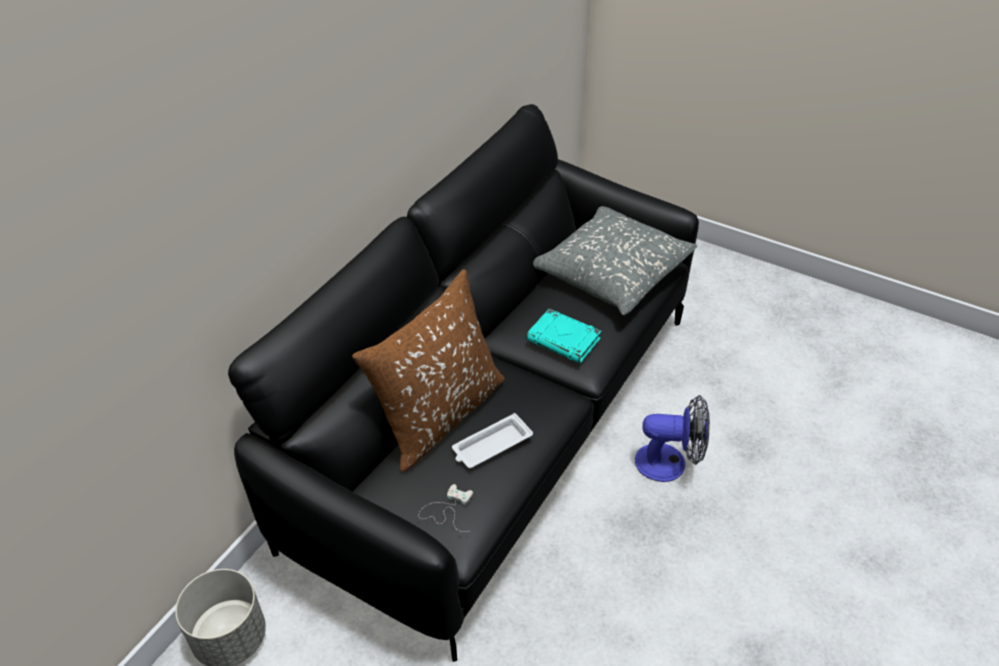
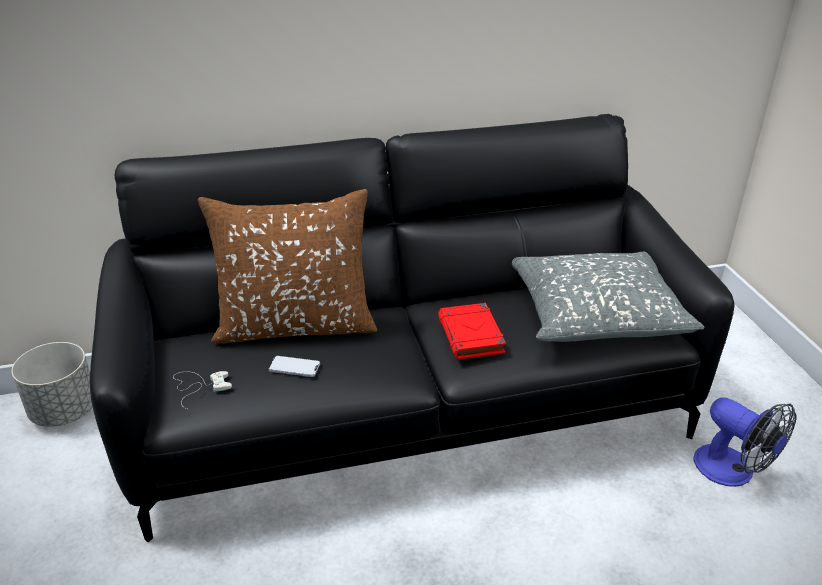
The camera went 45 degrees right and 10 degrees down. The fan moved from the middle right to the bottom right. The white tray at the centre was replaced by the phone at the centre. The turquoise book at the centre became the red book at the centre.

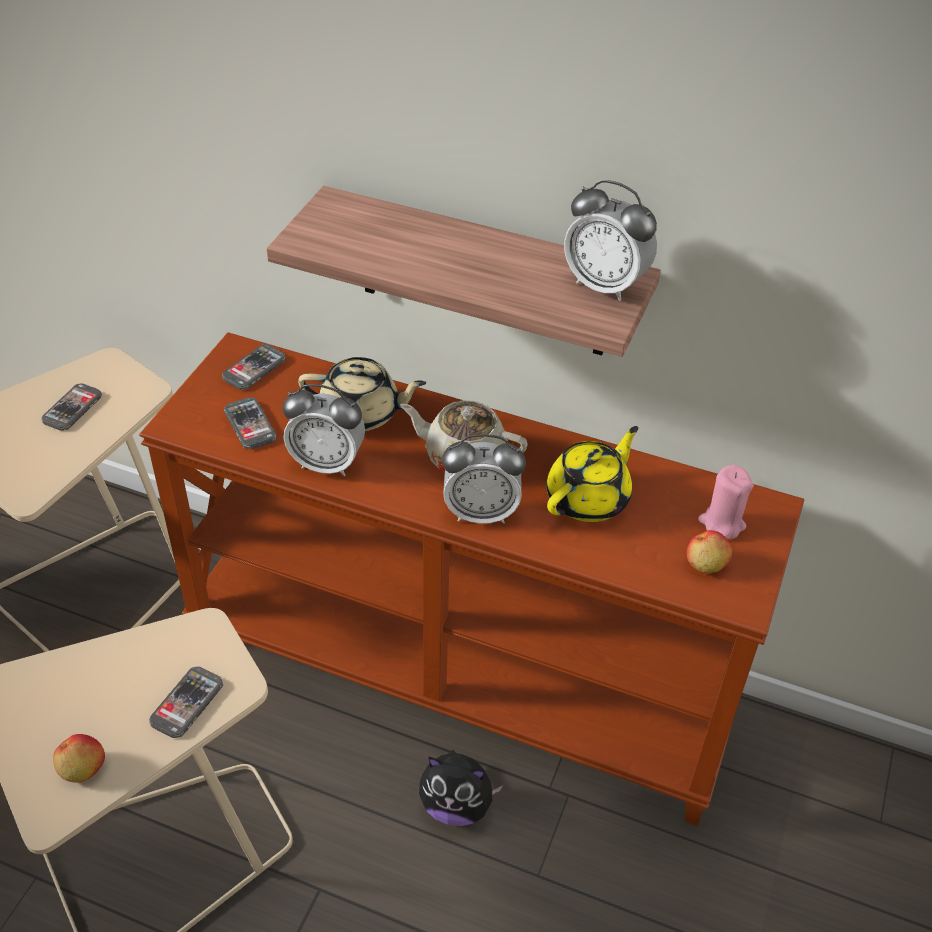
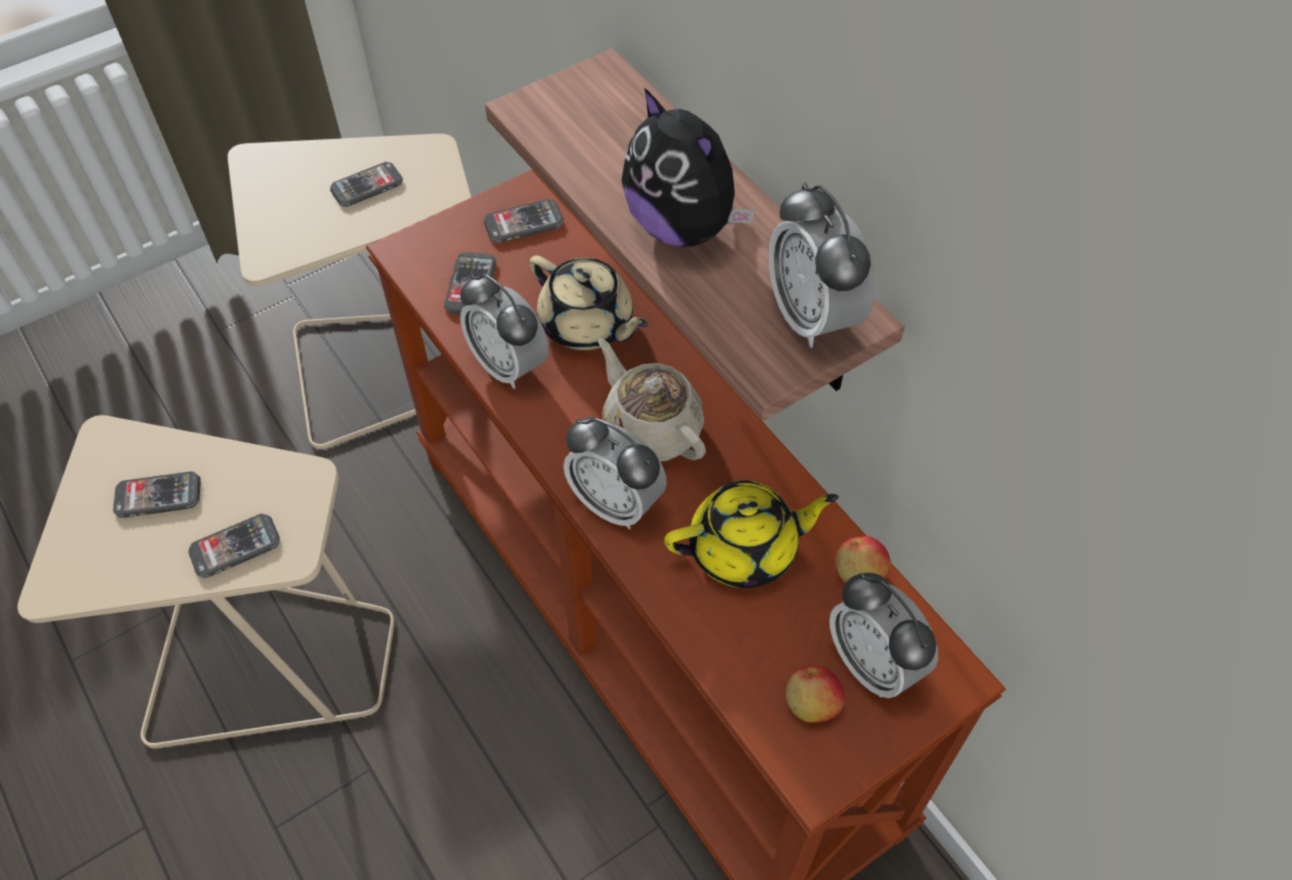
The camera went 35 degrees right and 10 degrees up. The phone (1st from left) at the middle left appeared. The apple (1st from left in the first image) moved from the bottom left to the middle right. The plush toy moved from the bottom centre to the top centre. The pink candle at the middle right was replaced by the alarm clock (4th from left) at the bottom right.

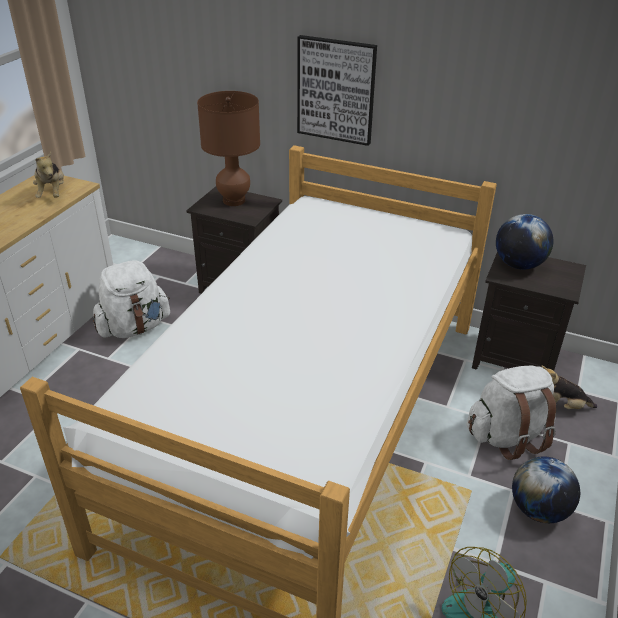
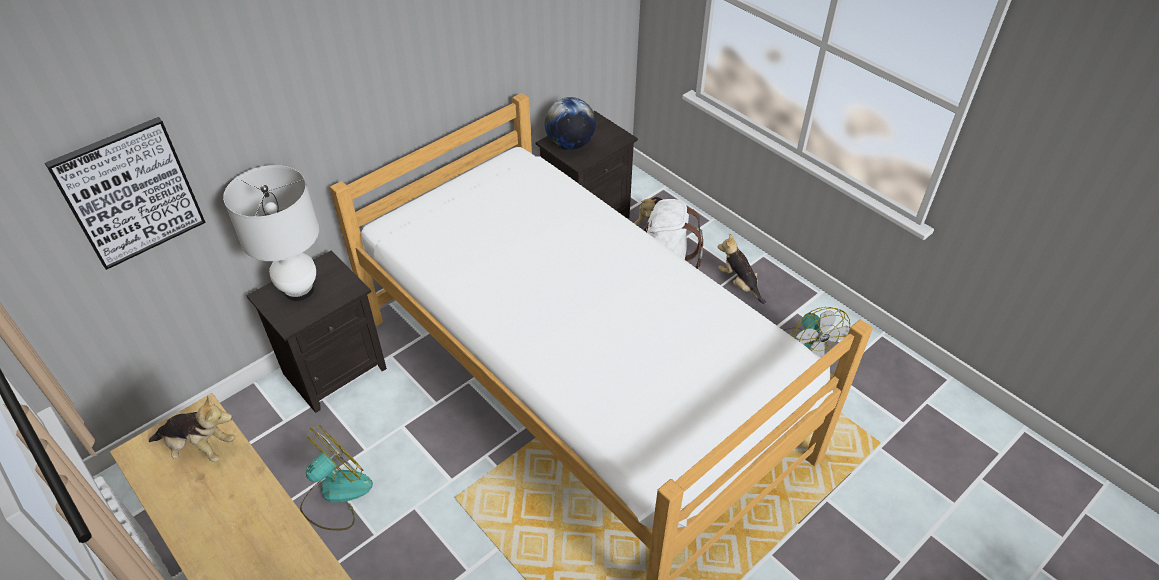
The camera went 65 degrees left and 10 degrees up. The picture moved from the top centre to the top left. The white backpack (1st from left) at the middle left was replaced by the fan (1st from left) at the bottom left. The globe (2nd from left) at the bottom right was replaced by the plush toy (3rd from left) at the centre. The brown table lamp at the top centre became the white table lamp at the middle left.

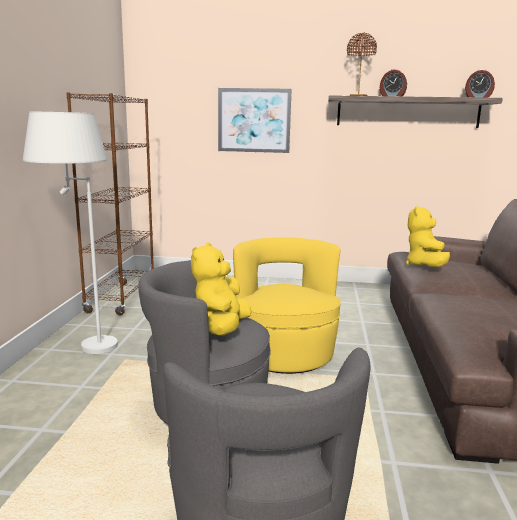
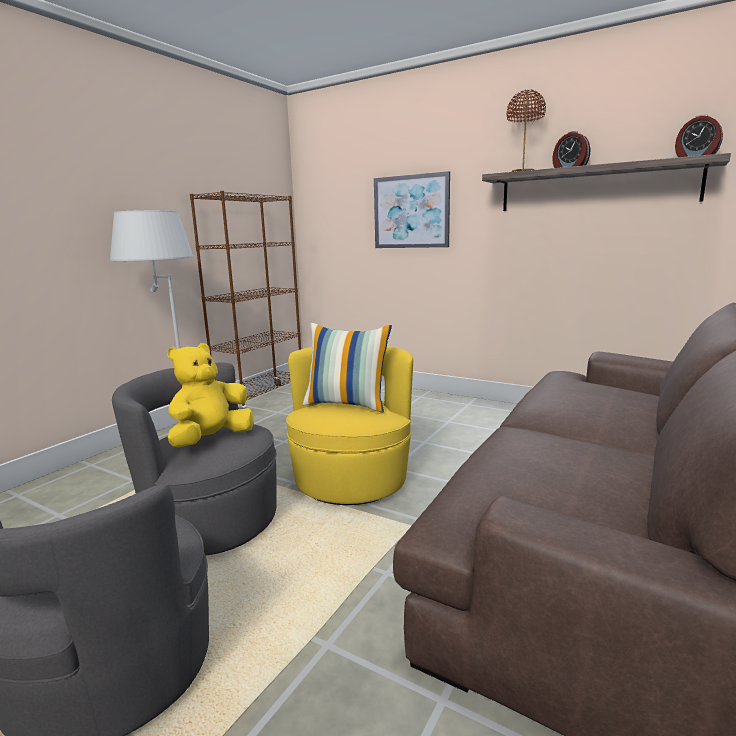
The camera went 25 degrees right and 0 degrees up. The yellow plush toy (2nd from left) at the middle right disappeared. The pillow at the centre appeared.

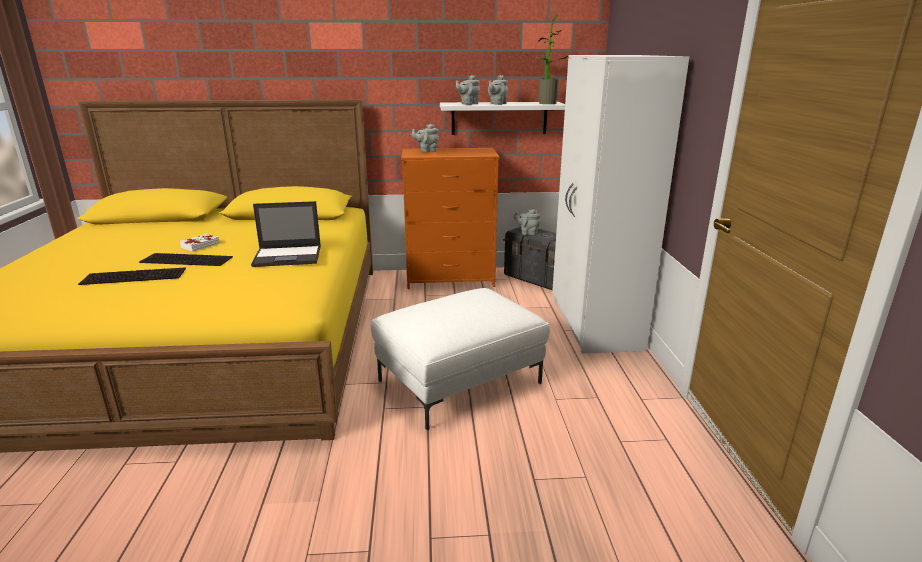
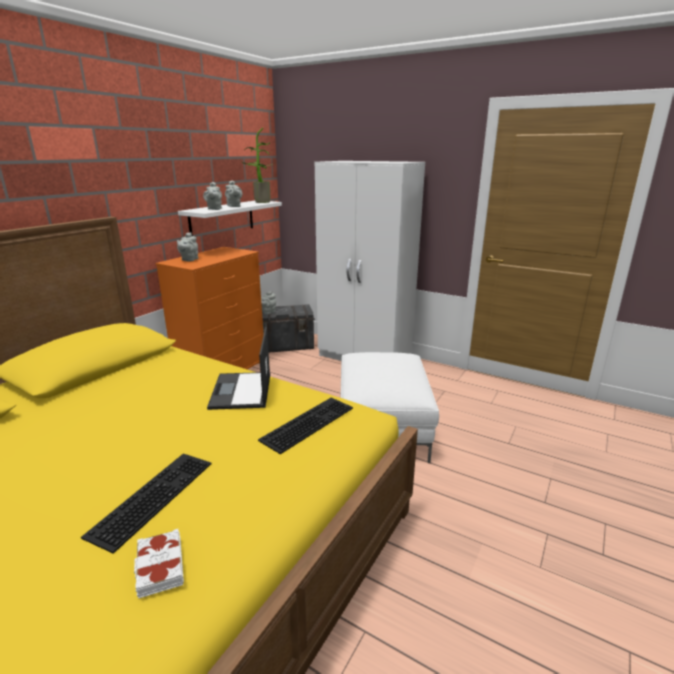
The camera went 55 degrees left and 0 degrees up. The keyboard (2nd from left) moved from the middle left to the centre. The white book moved from the middle left to the bottom left. The laptop at the middle left turned 150 degrees clockwise.

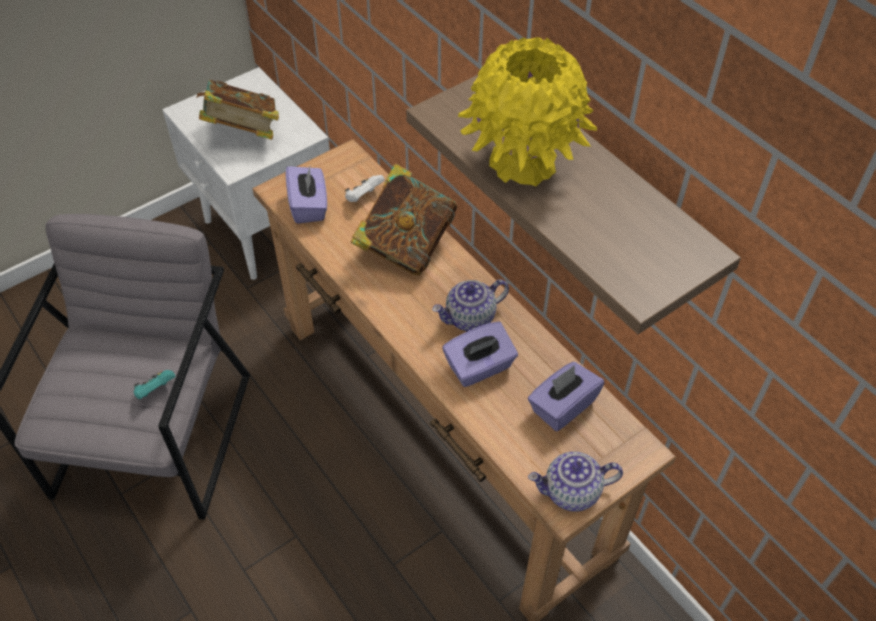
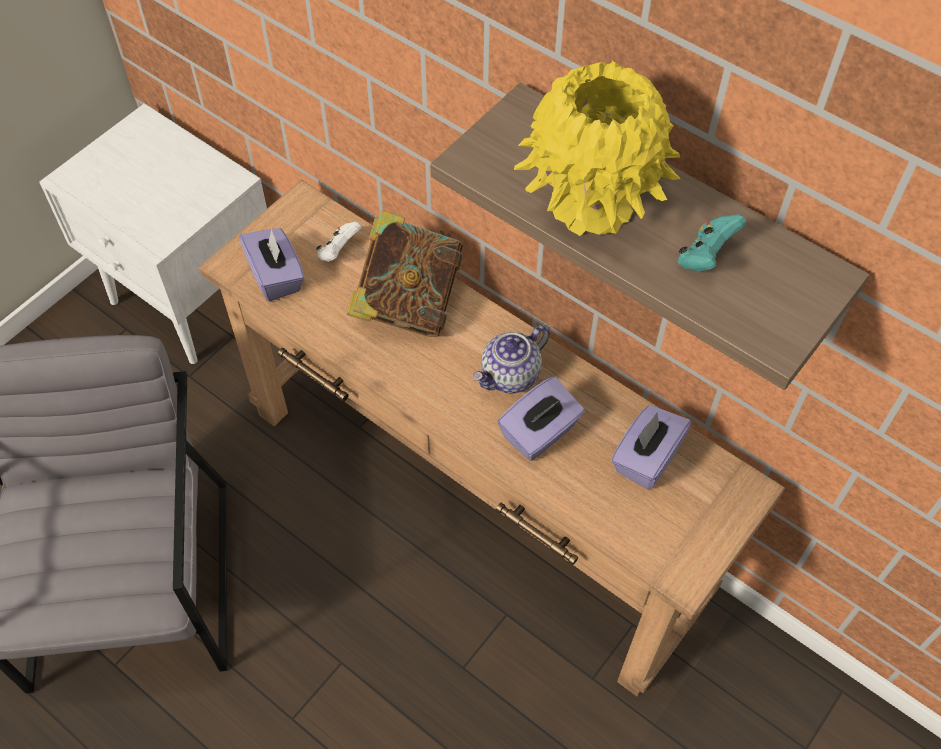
The camera went 15 degrees left and 5 degrees up. The book (1st from left) at the top left disappeared. The teapot (2nd from left) at the bottom centre disappeared. The turquoise game controller moved from the middle left to the top right.

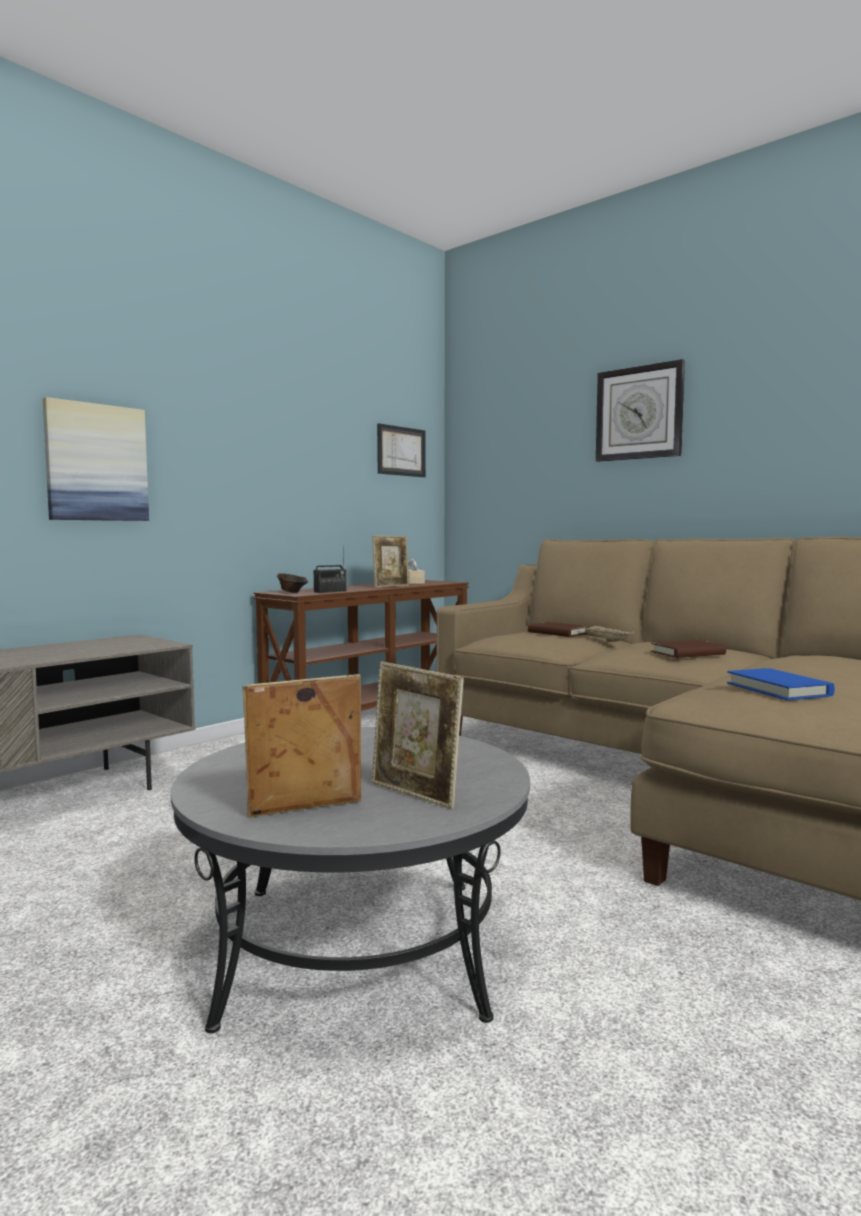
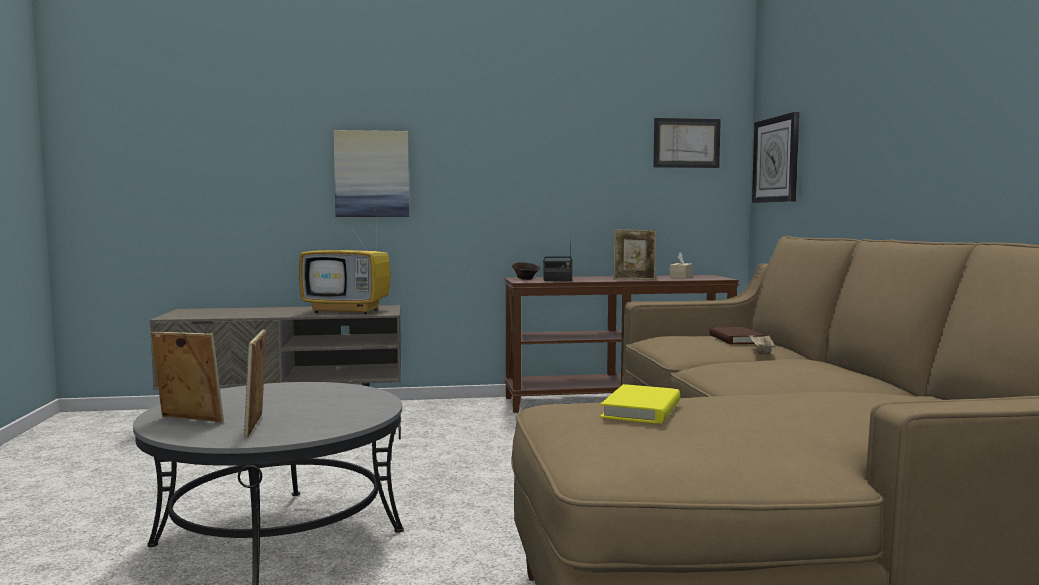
The camera went 40 degrees right and 0 degrees up. The brown book (2nd from left) at the middle right disappeared. The television at the middle left appeared. The wall clock moved from the middle right to the top right. The blue book at the middle right became the yellow book at the bottom centre.

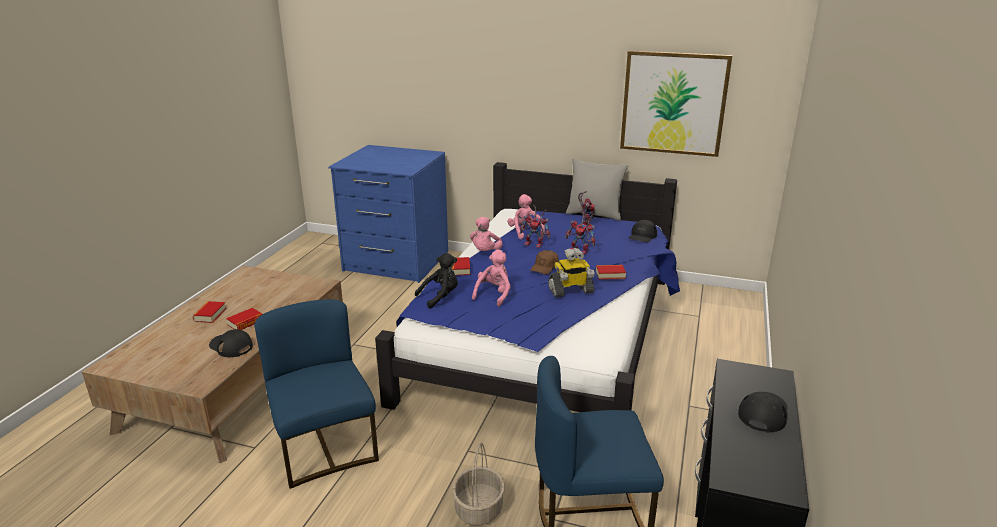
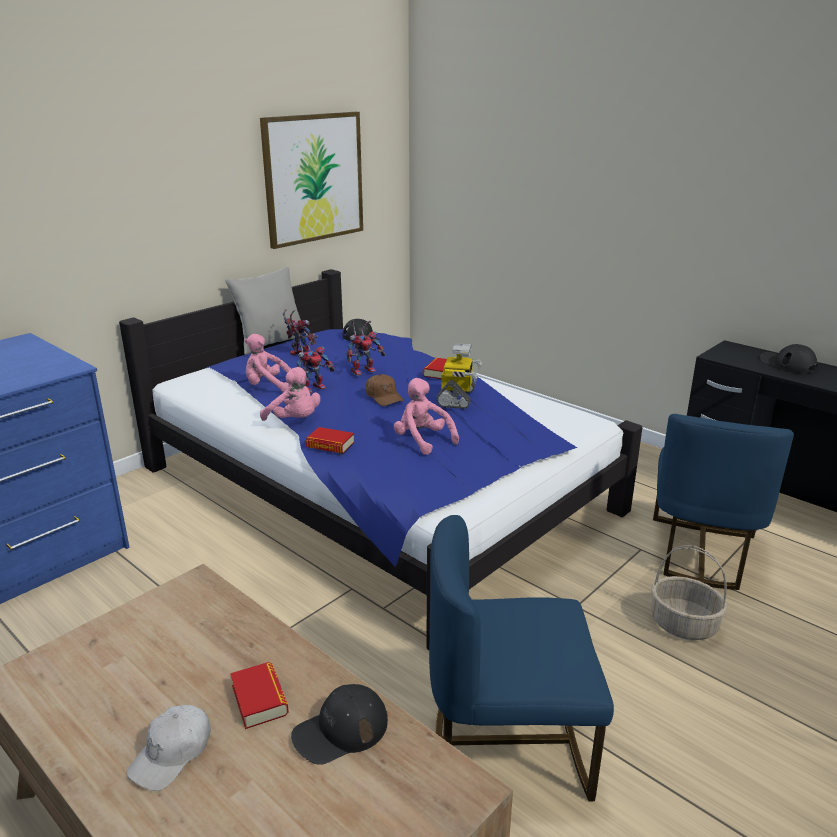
The camera went 65 degrees left and 0 degrees up. The black plush toy at the centre disappeared. The book (1st from left) at the middle left was replaced by the white cap at the bottom left.

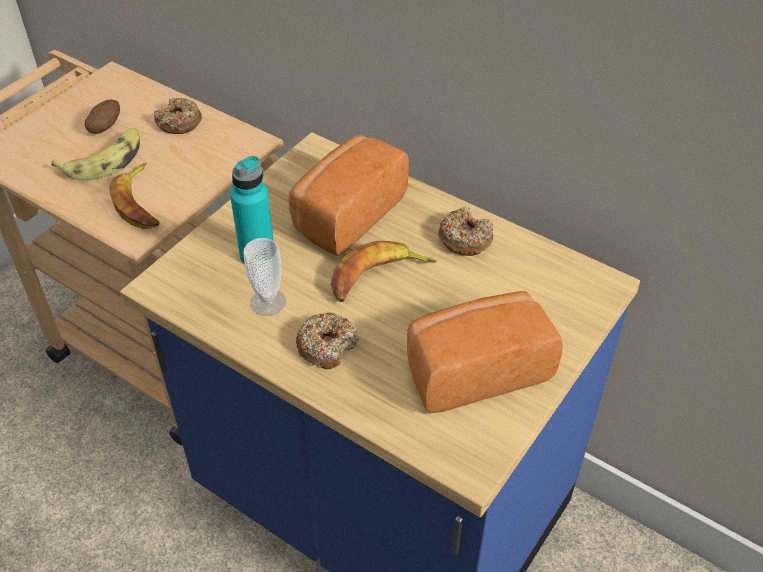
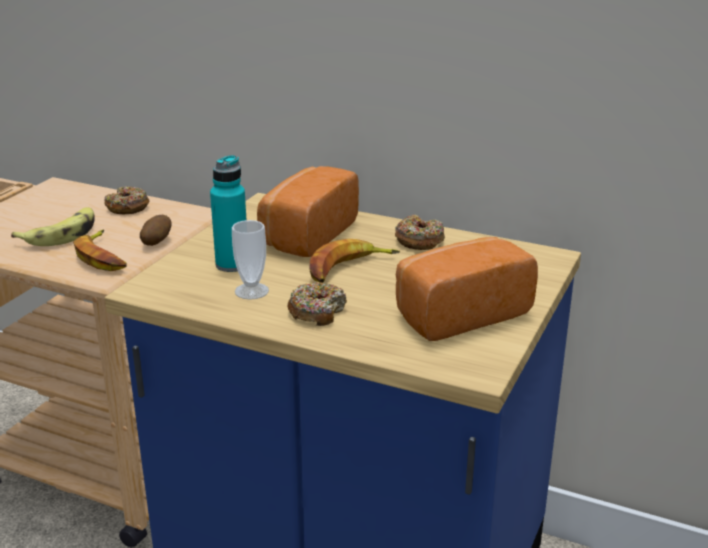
The camera went 10 degrees left and 20 degrees down. The potato moved from the top left to the middle left.

